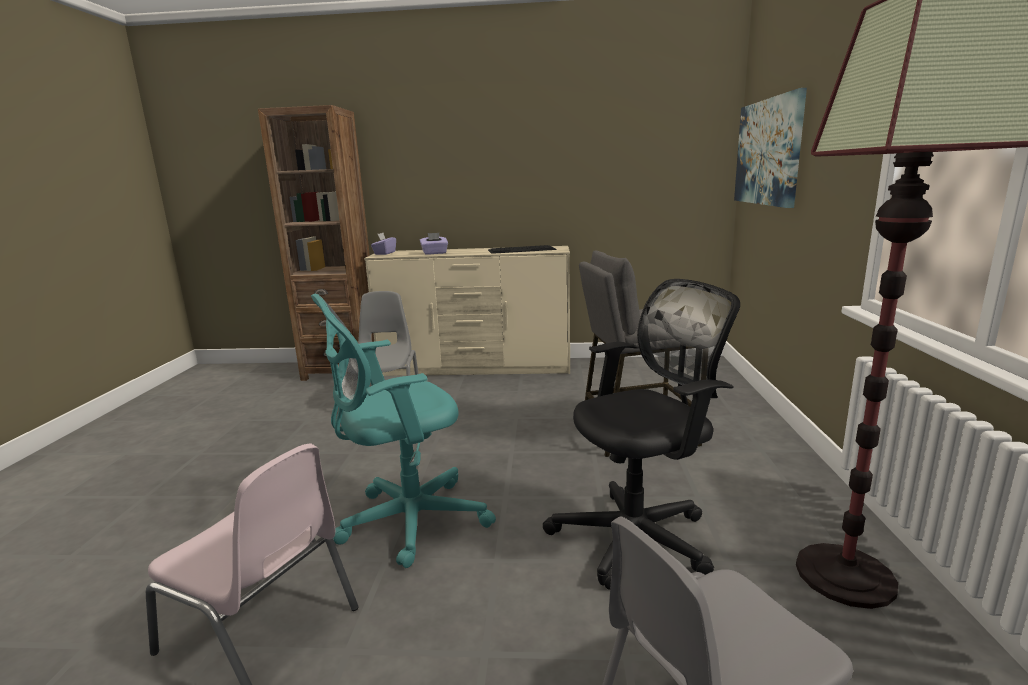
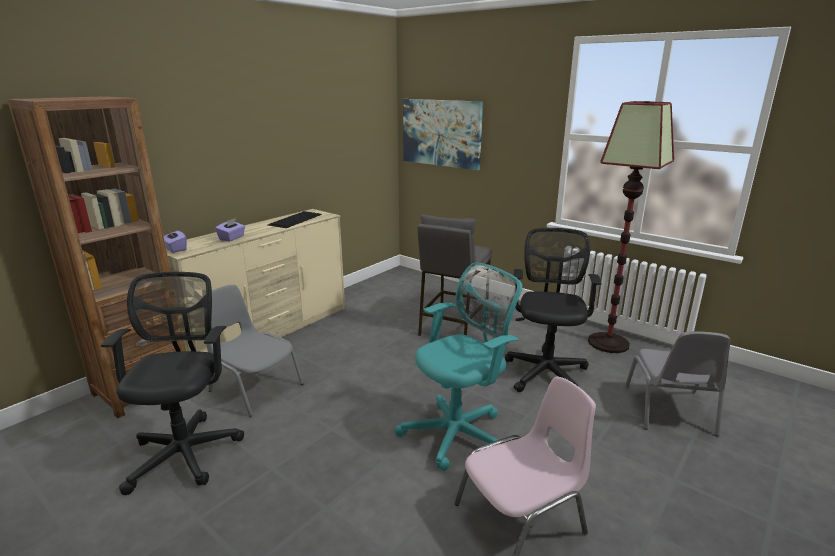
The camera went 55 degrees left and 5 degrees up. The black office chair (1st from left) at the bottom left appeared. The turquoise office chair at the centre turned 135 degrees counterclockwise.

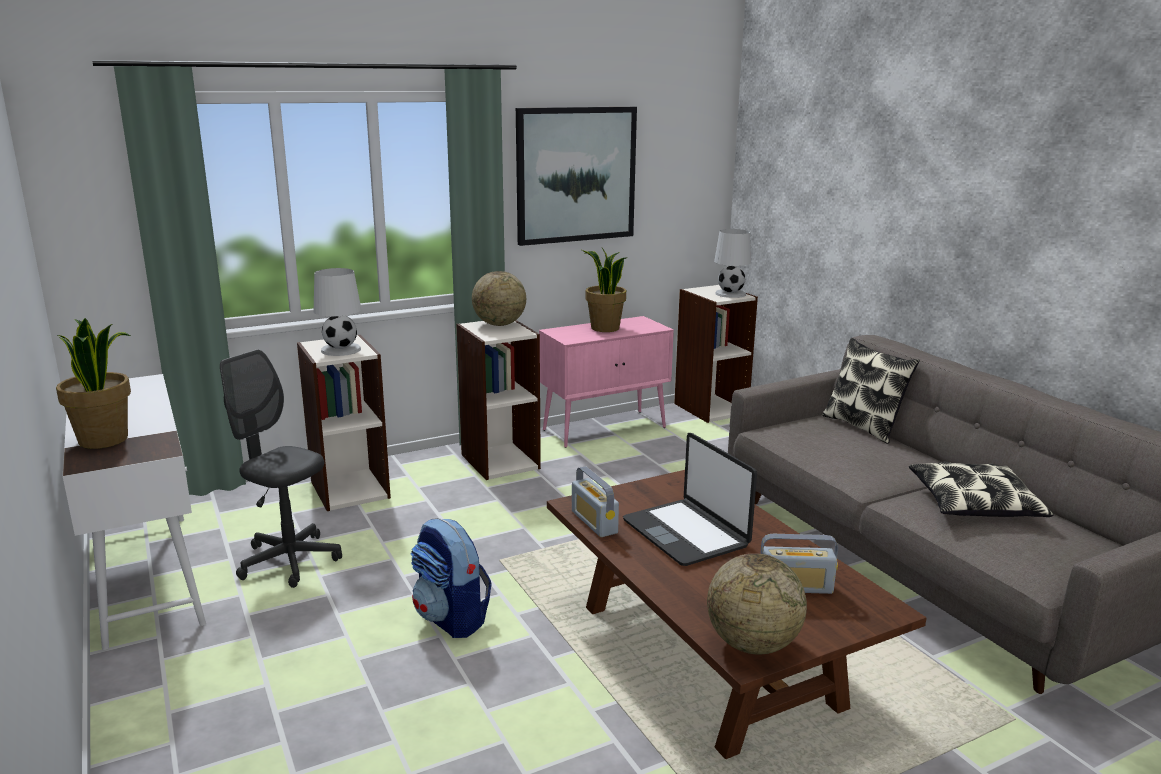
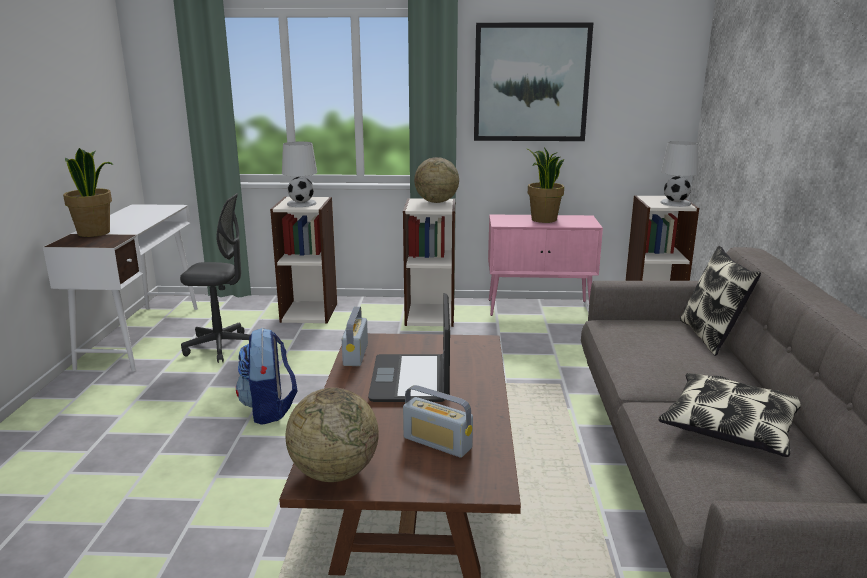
The camera went 30 degrees right and 0 degrees up. The grey office chair at the middle left turned 120 degrees clockwise.

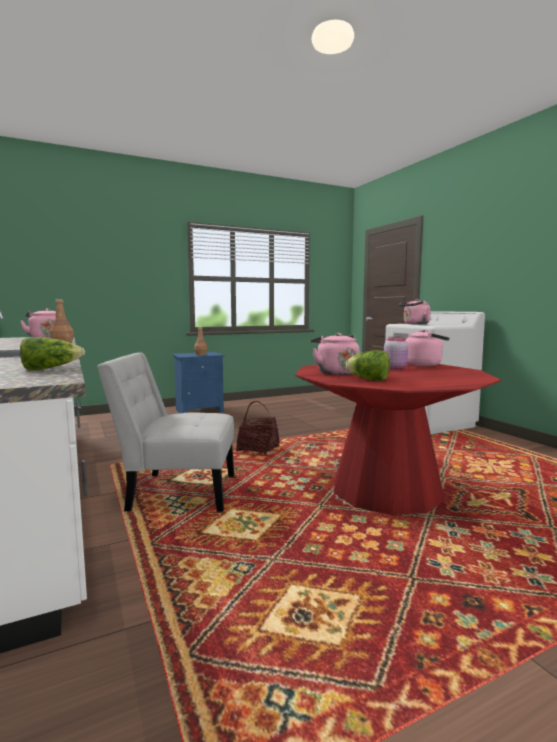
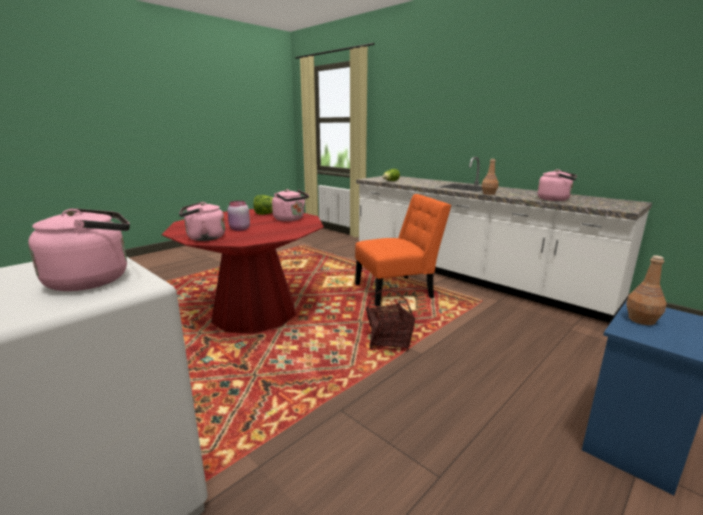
The camera went 160 degrees right and 10 degrees up. The white chair at the middle left became the orange chair at the centre.

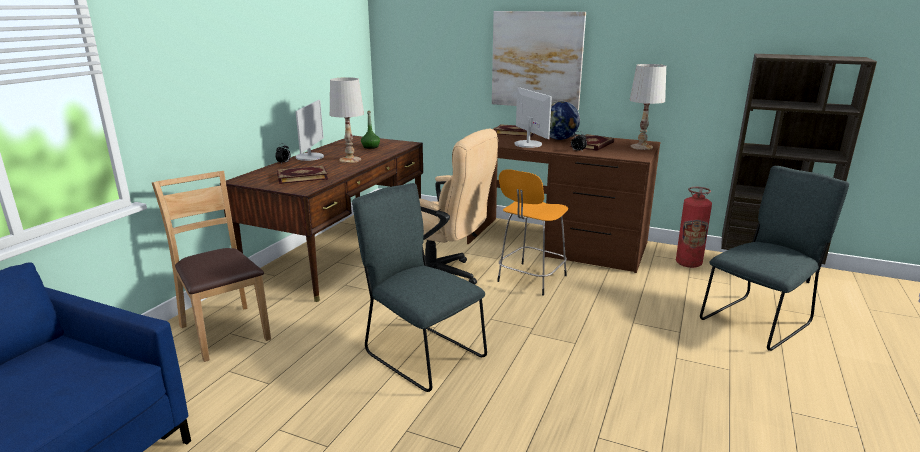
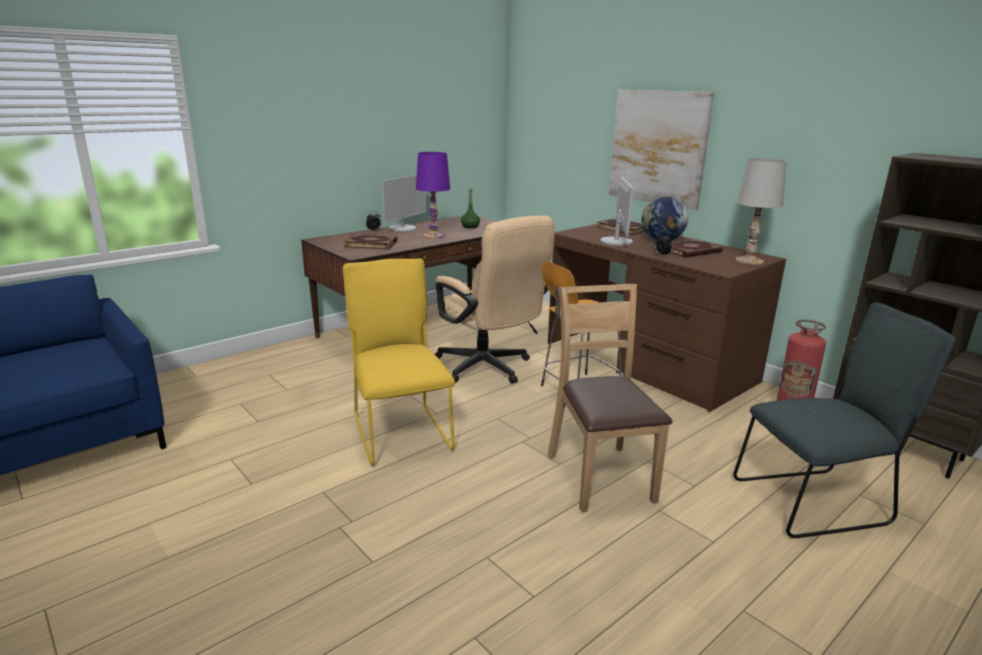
The camera went 25 degrees right and 0 degrees up. The brown chair moved from the middle left to the centre. The white table lamp (1st from left) at the top centre became the purple table lamp at the top centre. The grey chair (1st from left) at the centre became the yellow chair at the centre.

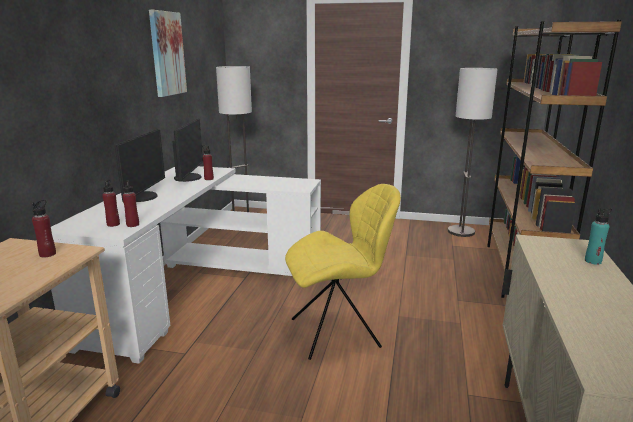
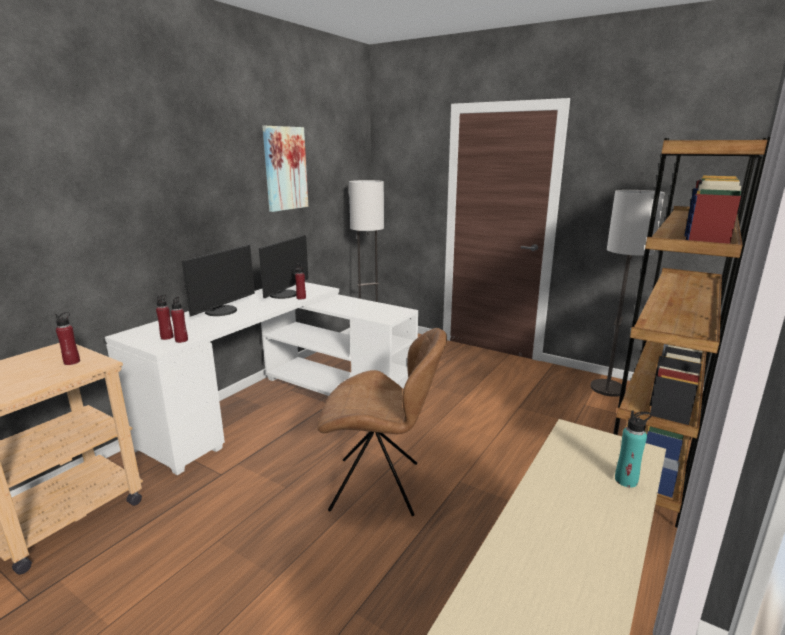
The camera went 20 degrees right and 0 degrees up. The yellow chair at the centre became the brown chair at the centre.

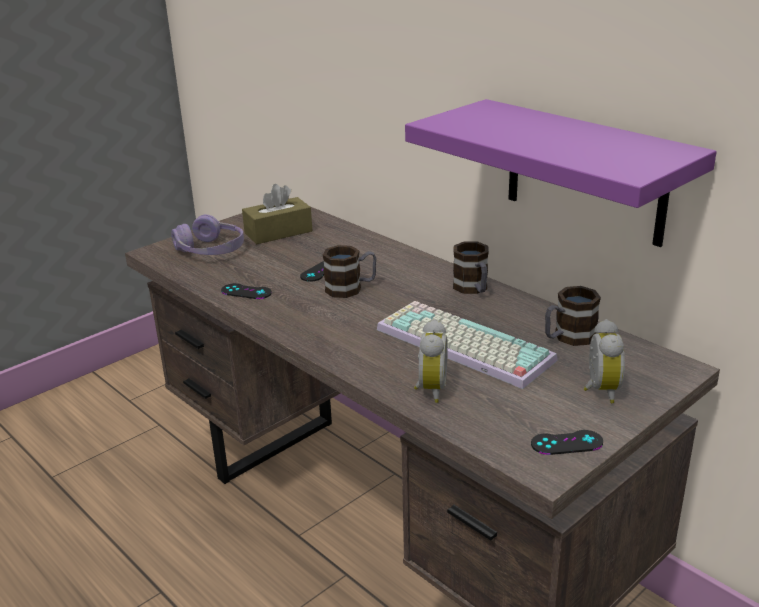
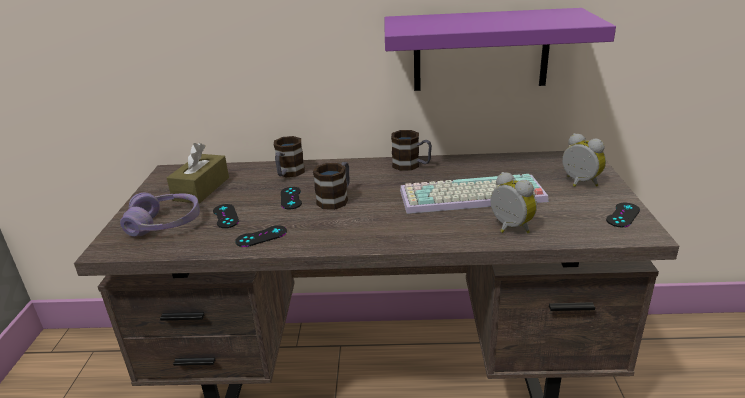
The camera went 45 degrees left and 0 degrees up. The black game controller (1st from left) at the middle left appeared. The mug (3rd from left in the first image) moved from the middle right to the centre.

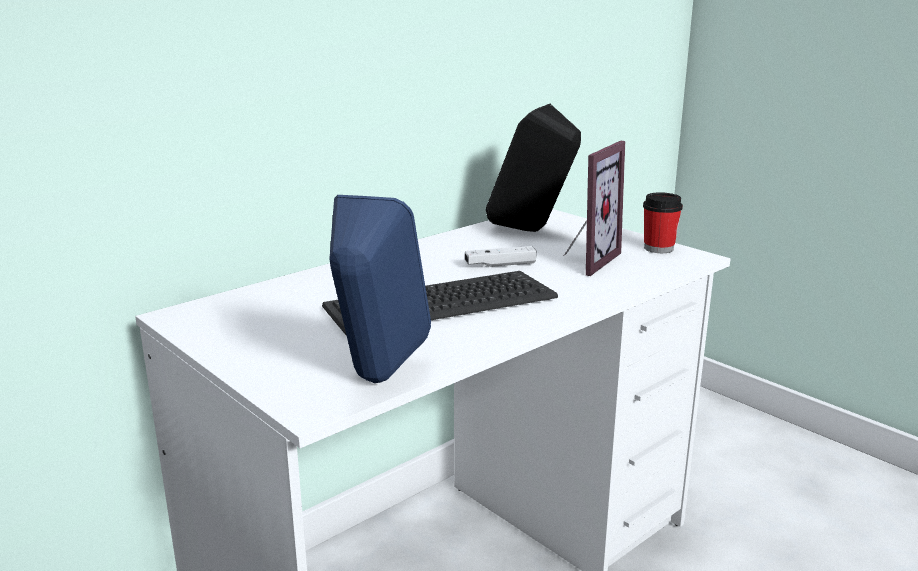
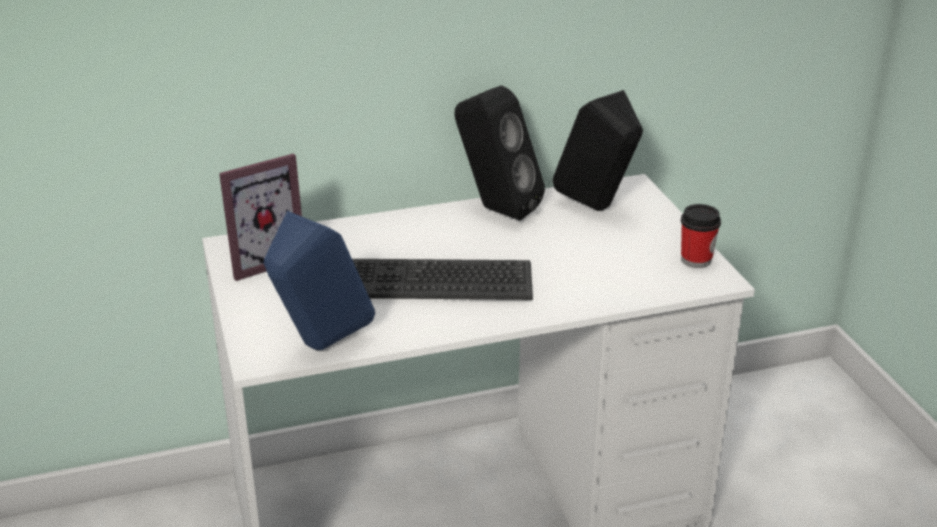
The camera went 25 degrees right and 10 degrees up. The white game controller at the centre disappeared. The black speaker (1st from left) at the top centre appeared. The picture frame moved from the centre to the middle left.

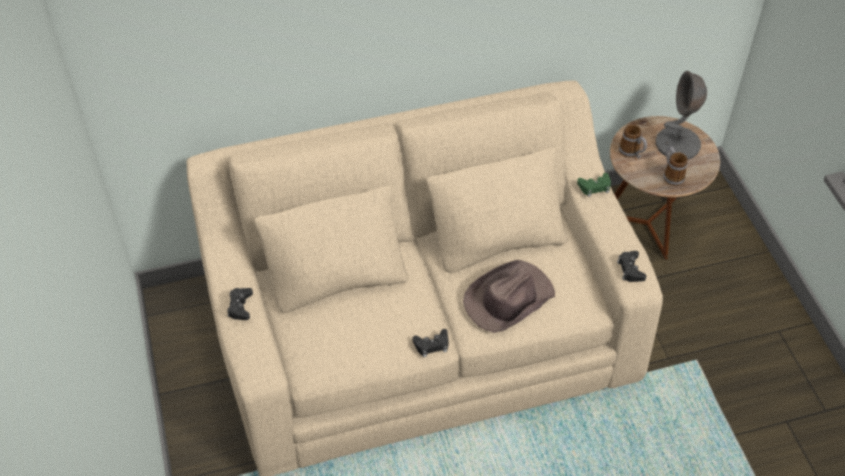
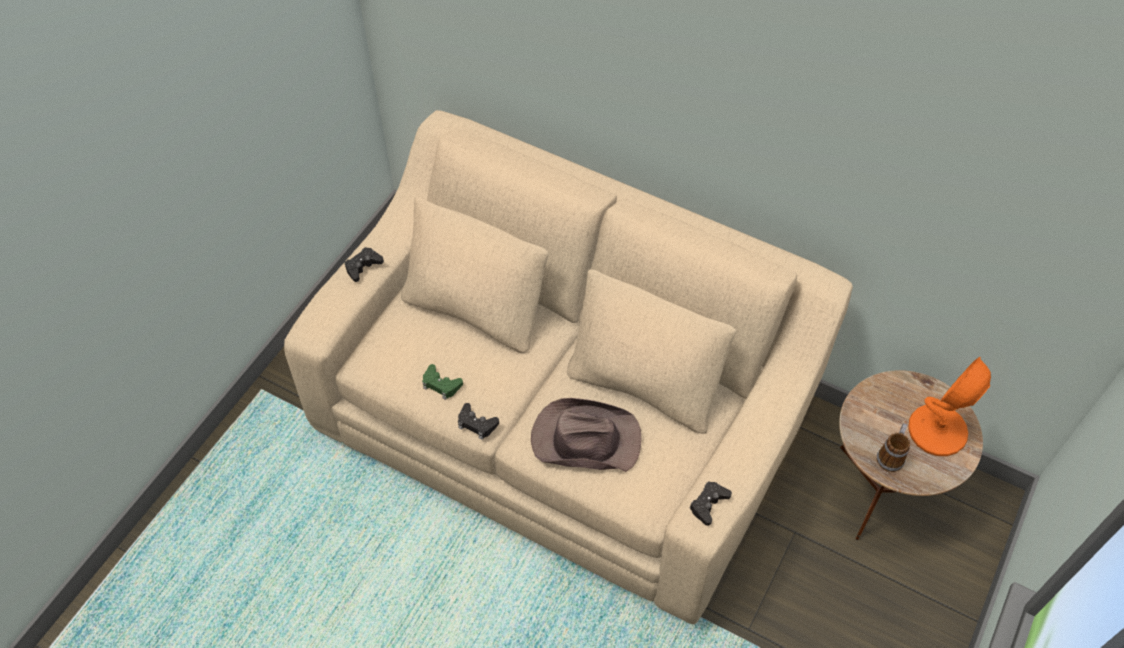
The camera went 45 degrees right and 5 degrees up. The mug (1st from left) at the top right disappeared. The green game controller moved from the middle right to the centre. The grey table lamp at the top right became the orange table lamp at the middle right.

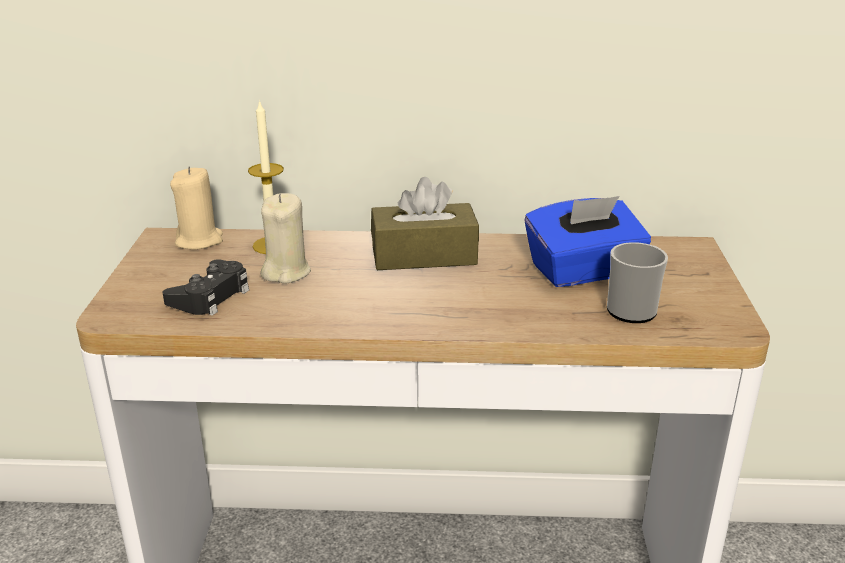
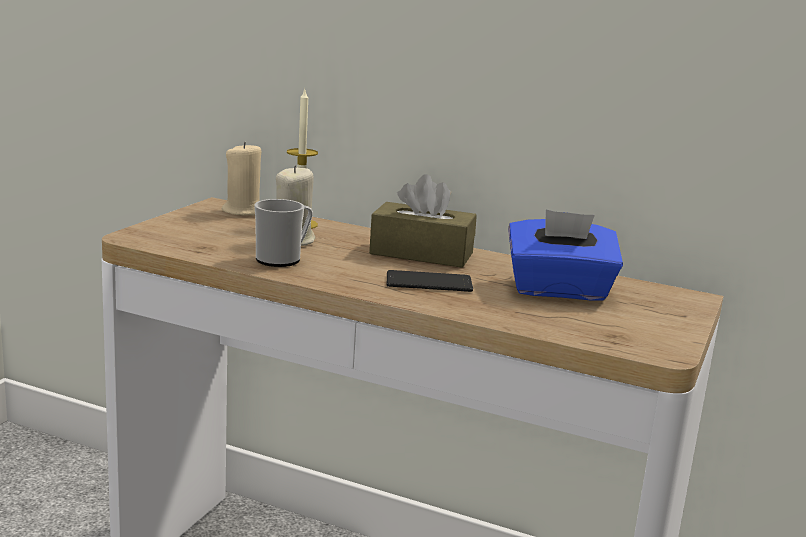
The camera went 20 degrees right and 10 degrees down. The black game controller at the middle left disappeared. The phone at the centre appeared. The mug moved from the middle right to the centre.

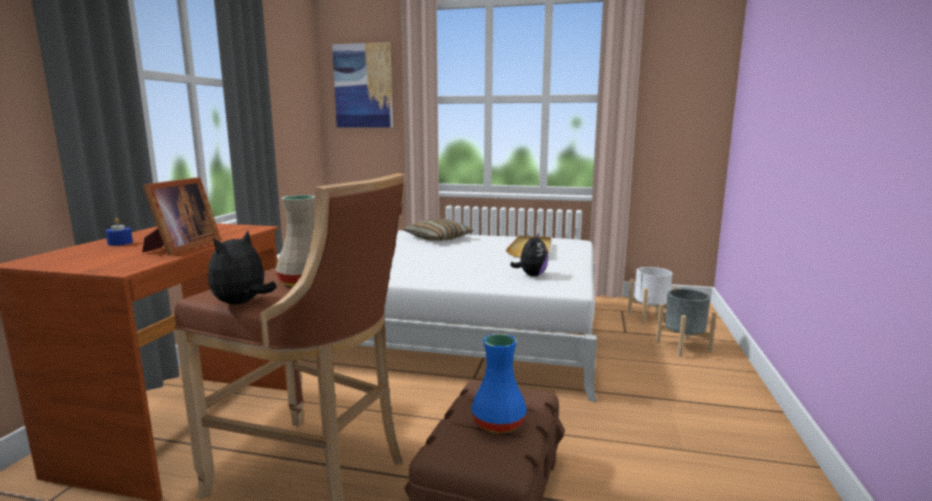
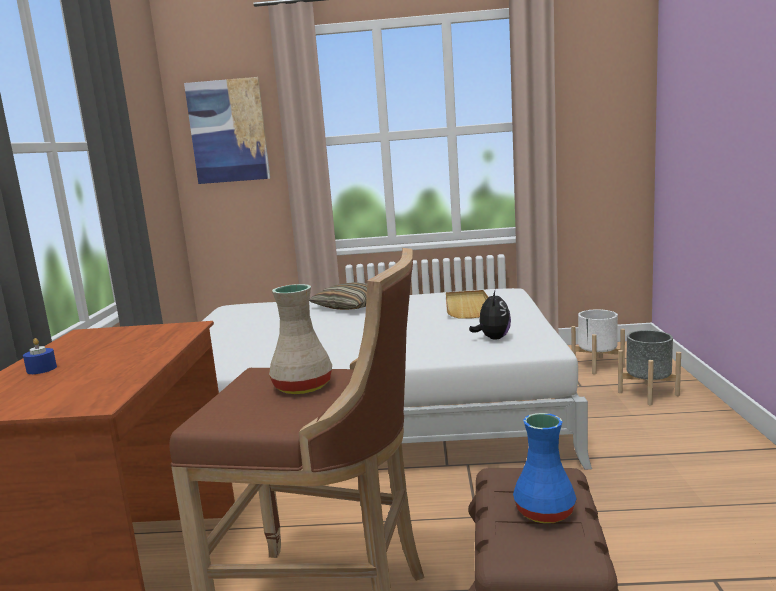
The camera went 10 degrees left and 0 degrees up. The picture frame at the middle left disappeared. The plush toy (1st from left) at the middle left disappeared.

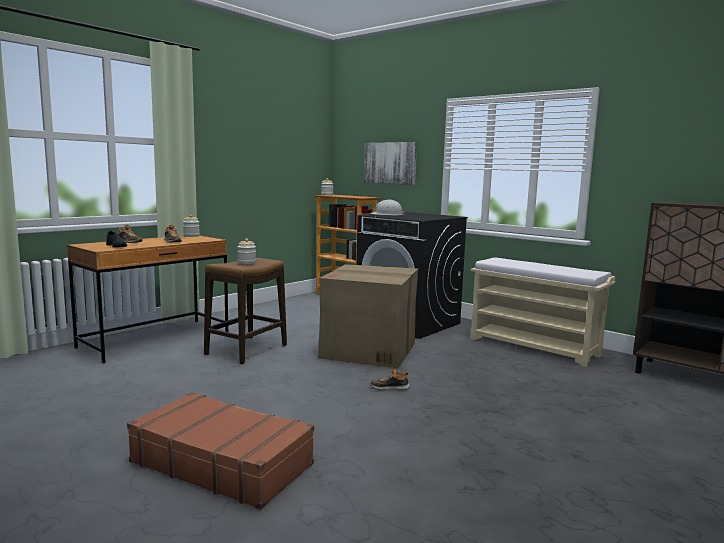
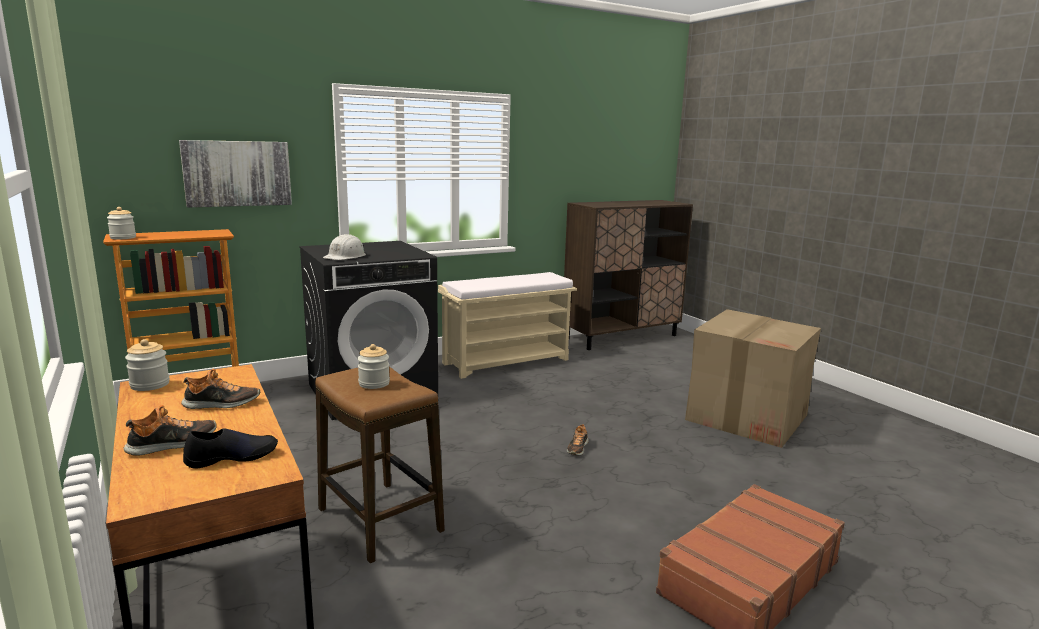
The camera went 70 degrees left and 5 degrees up. The cardboard box moved from the centre to the middle right.

